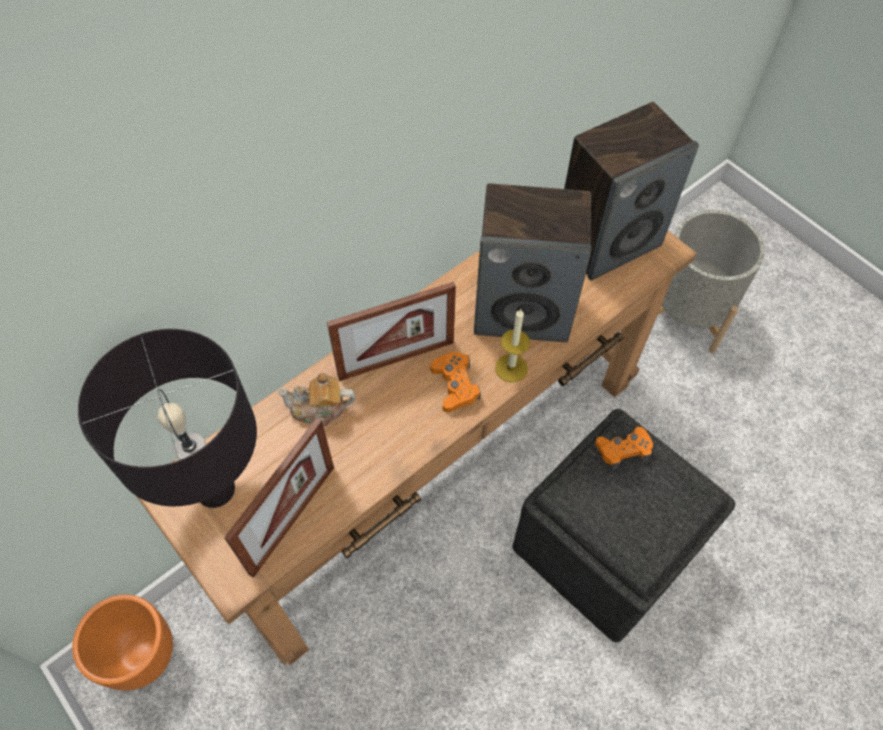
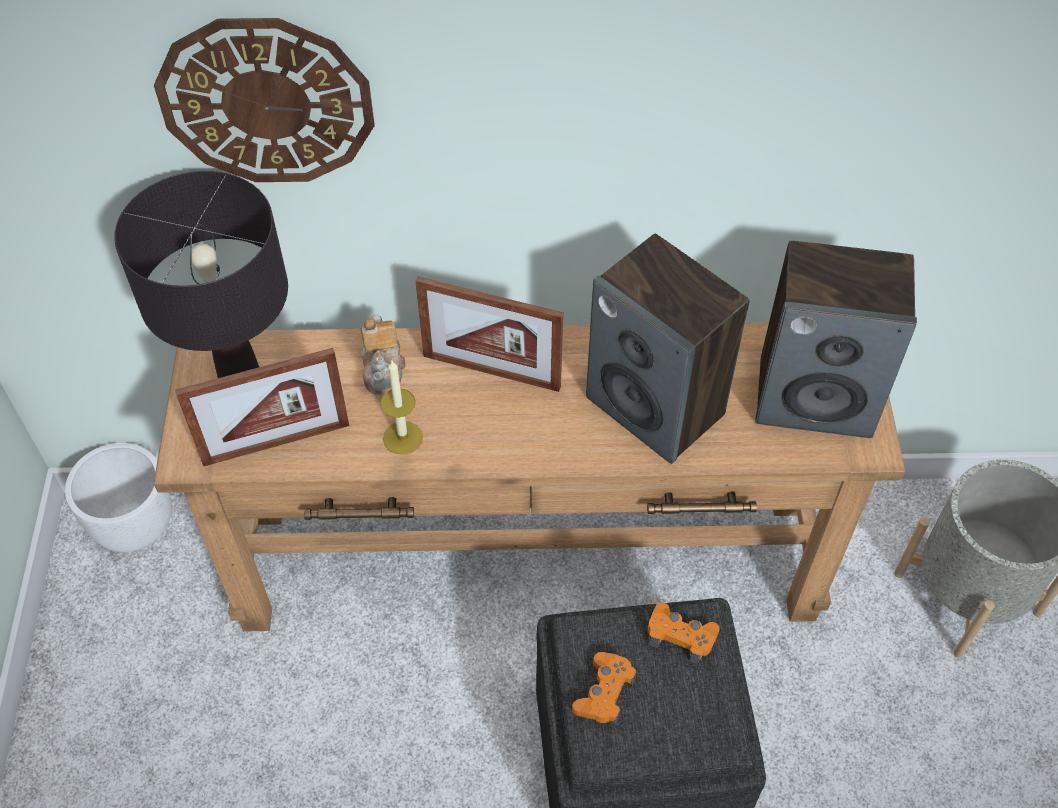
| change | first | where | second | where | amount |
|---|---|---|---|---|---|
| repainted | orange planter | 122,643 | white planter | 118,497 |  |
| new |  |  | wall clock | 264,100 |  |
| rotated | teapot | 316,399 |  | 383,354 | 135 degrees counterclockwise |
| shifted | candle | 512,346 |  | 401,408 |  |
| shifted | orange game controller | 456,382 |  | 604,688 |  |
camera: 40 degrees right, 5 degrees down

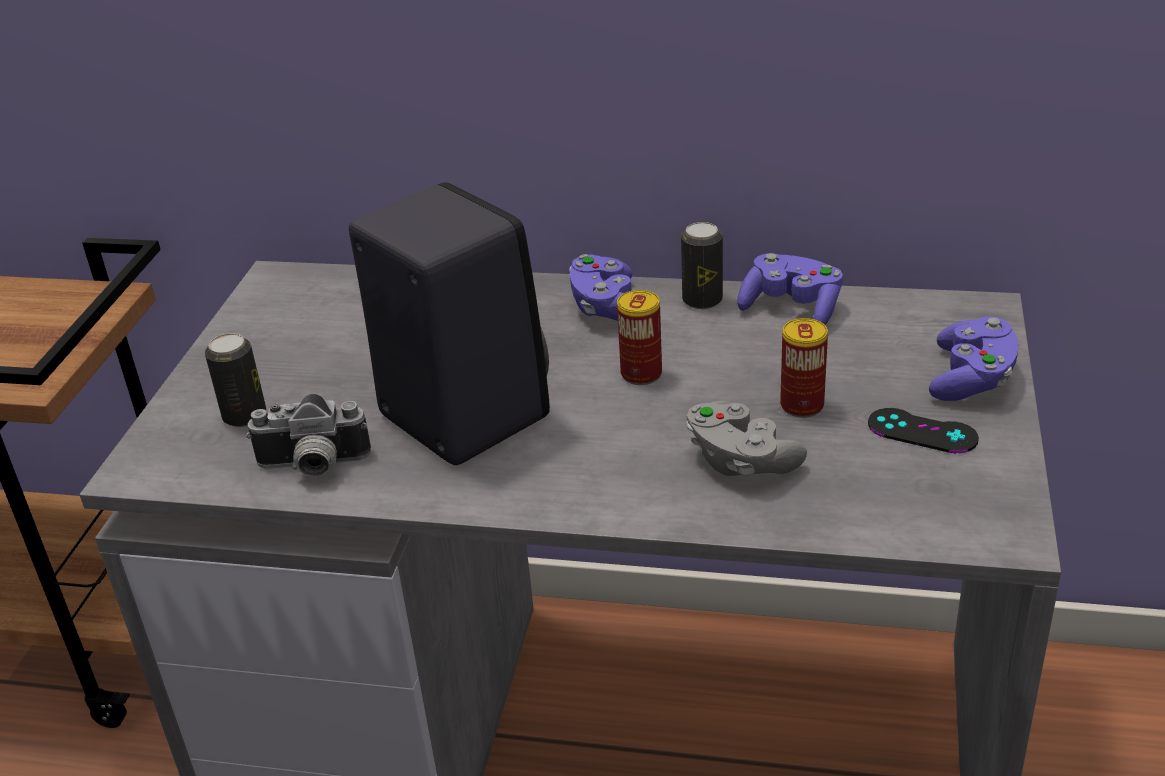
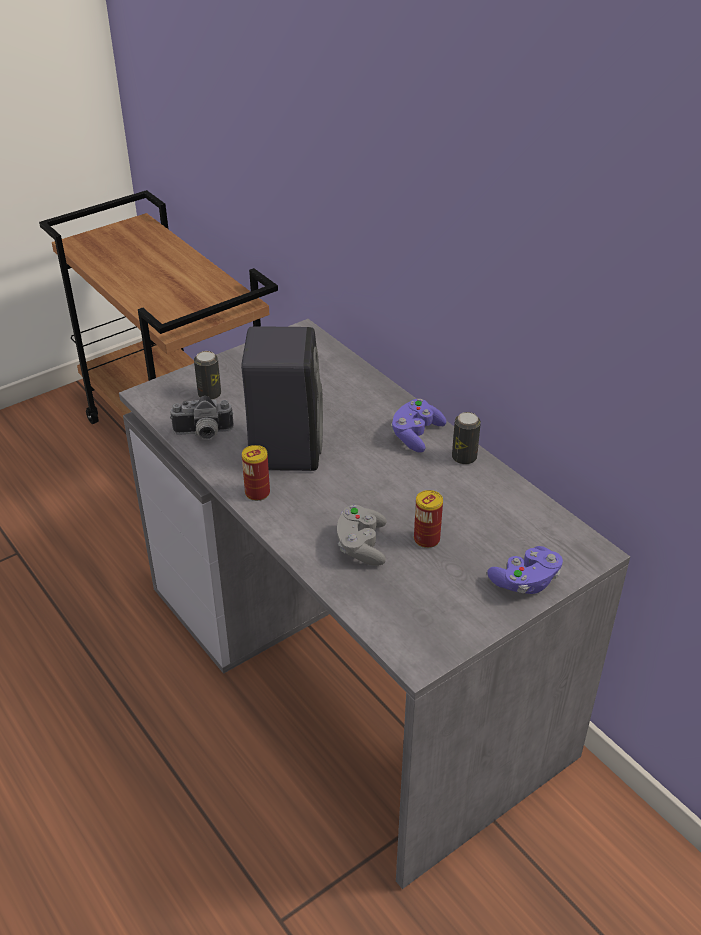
| change | first | where | second | where | amount |
|---|---|---|---|---|---|
| rotated | photo camera | 308,435 |  | 202,418 | 45 degrees counterclockwise |
| shifted | can | 639,337 |  | 256,473 |  |
| gone | purple game controller | 790,289 |  |  |  |
| gone | black game controller | 923,430 |  |  |  |
camera: 40 degrees right, 5 degrees up

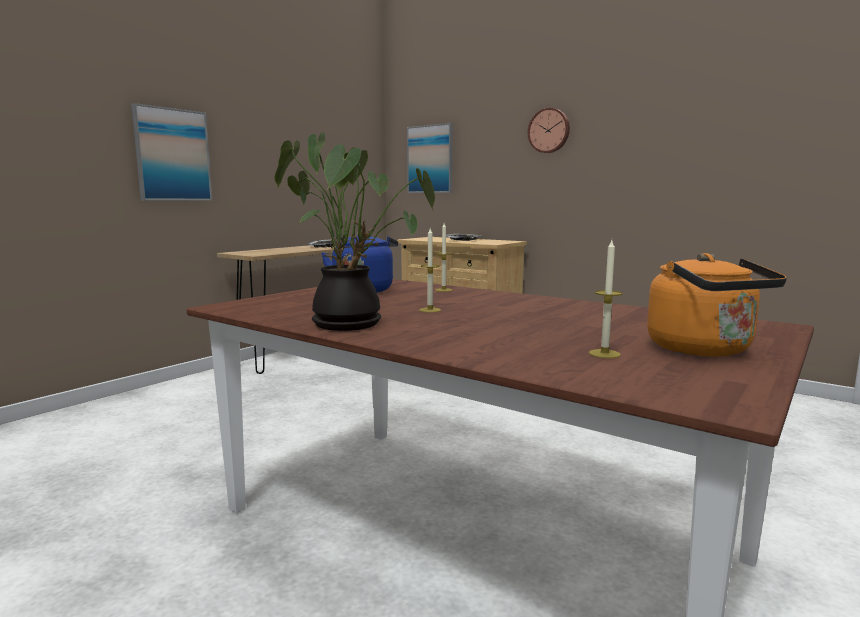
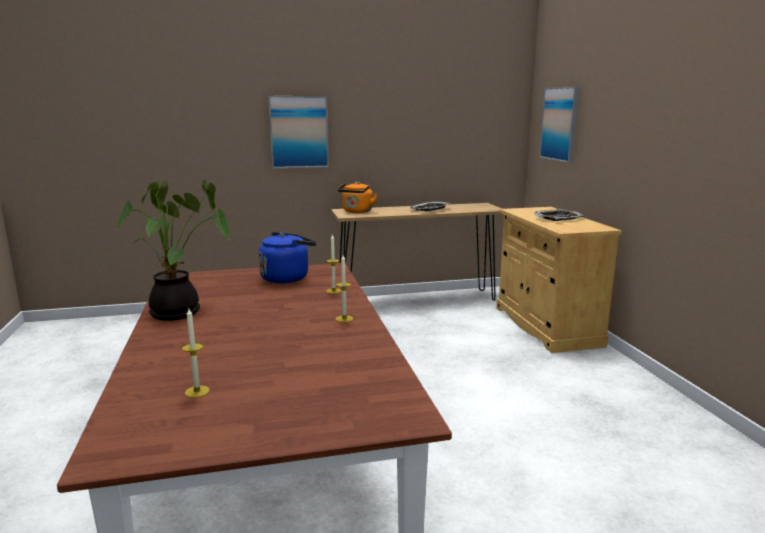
| change | first | where | second | where | amount |
|---|---|---|---|---|---|
| shifted | candle | 430,270 |  | 344,288 |  |
| shifted | orange kettle | 717,305 |  | 358,197 |  |
| gone | wall clock | 549,130 |  |  |  |
camera: 40 degrees right, 5 degrees up

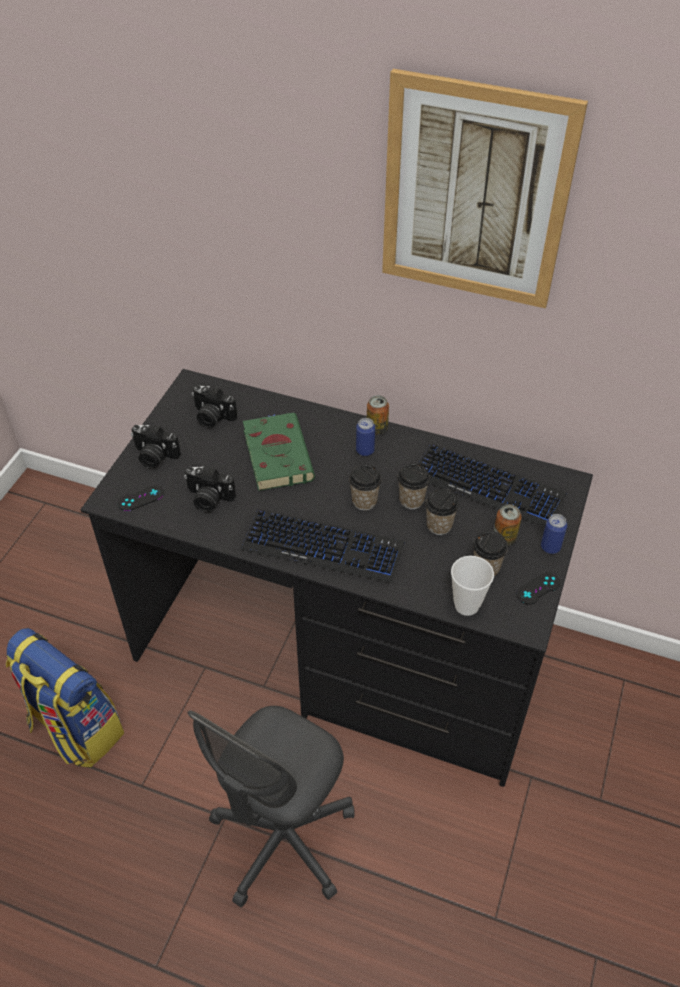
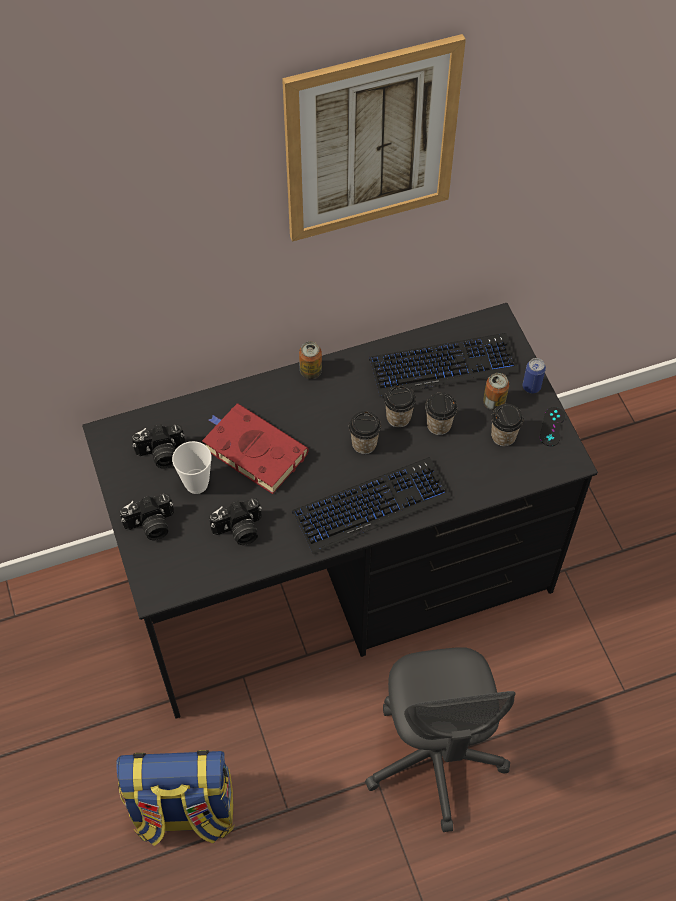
| change | first | where | second | where | amount |
|---|---|---|---|---|---|
| shifted | cup | 472,586 |  | 192,467 |  |
| repainted | green book | 279,452 | red book | 255,448 |  |
| gone | black game controller | 141,498 |  |  |  |
| gone | can | 365,437 |  |  |  |
camera: 40 degrees left, 10 degrees up

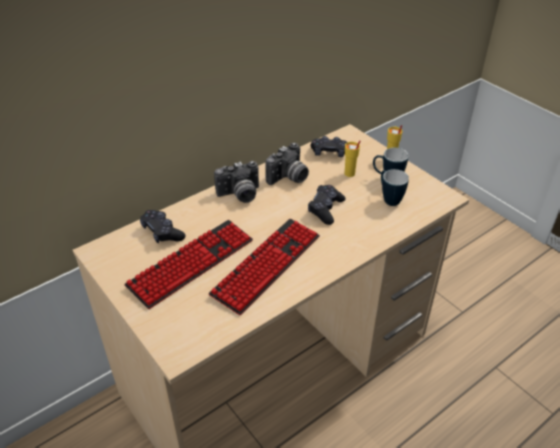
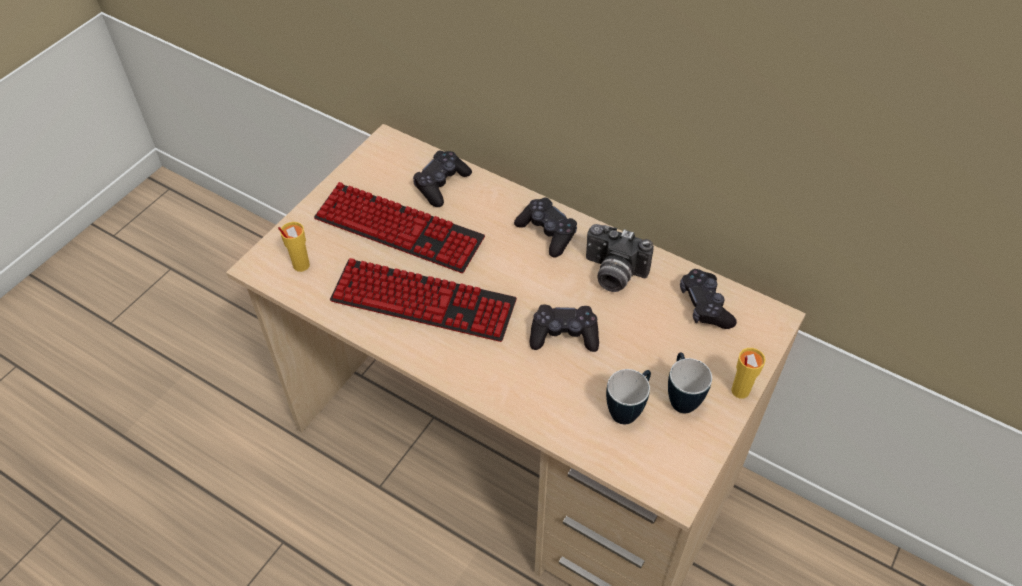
| change | first | where | second | where | amount |
|---|---|---|---|---|---|
| shifted | yellow cup | 353,158 |  | 294,247 |  |
| swapped | photo camera | 236,182 | black game controller | 545,227 |  |
camera: 70 degrees right, 10 degrees up

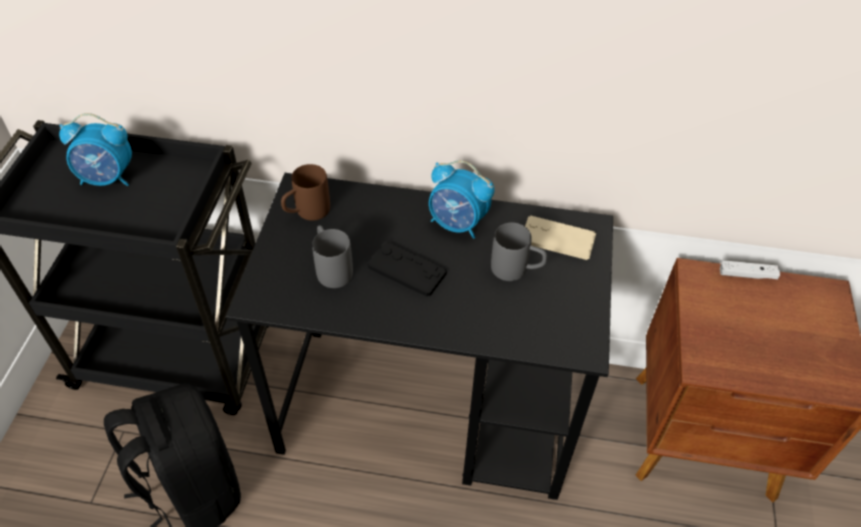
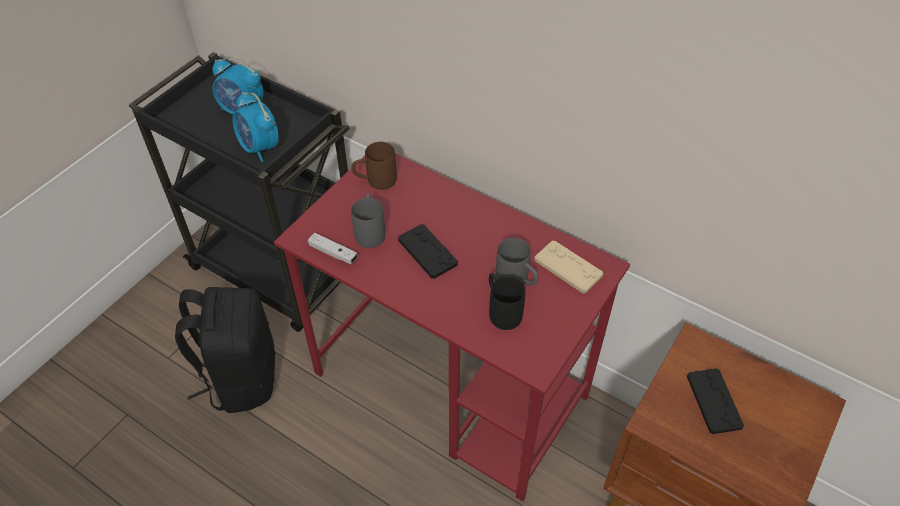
| change | first | where | second | where | amount |
|---|---|---|---|---|---|
| shifted | alarm clock | 461,199 |  | 256,126 |  |
| repainted | black desk | 419,336 | red desk | 452,327 |  |
| shifted | white game controller | 750,269 |  | 332,248 |  |
| new |  |  | black mug | 507,301 |  |
| new |  |  | black game controller | 715,401 |  |
camera: 25 degrees right, 0 degrees up

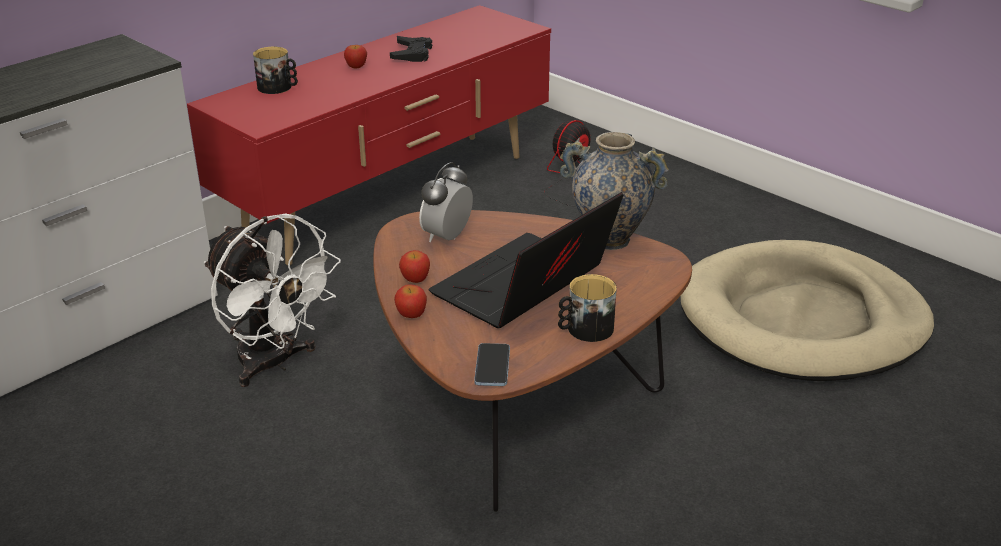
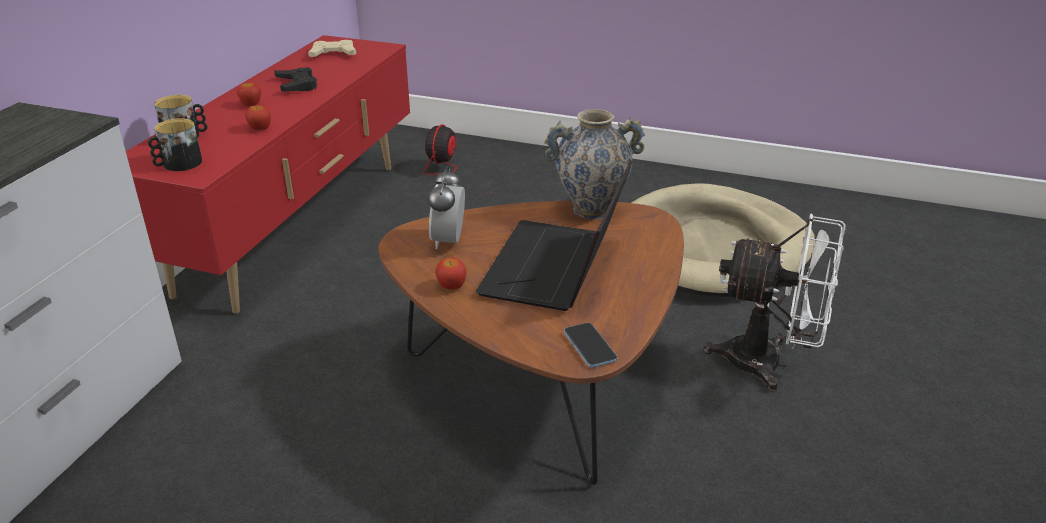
| change | first | where | second | where | amount |
|---|---|---|---|---|---|
| shifted | mug | 587,308 |  | 175,144 |  |
| shifted | apple | 410,301 |  | 258,117 |  |
| new |  |  | beige game controller | 332,48 |  |
| shifted | white fan | 272,300 |  | 774,303 |  |
camera: 25 degrees left, 0 degrees up

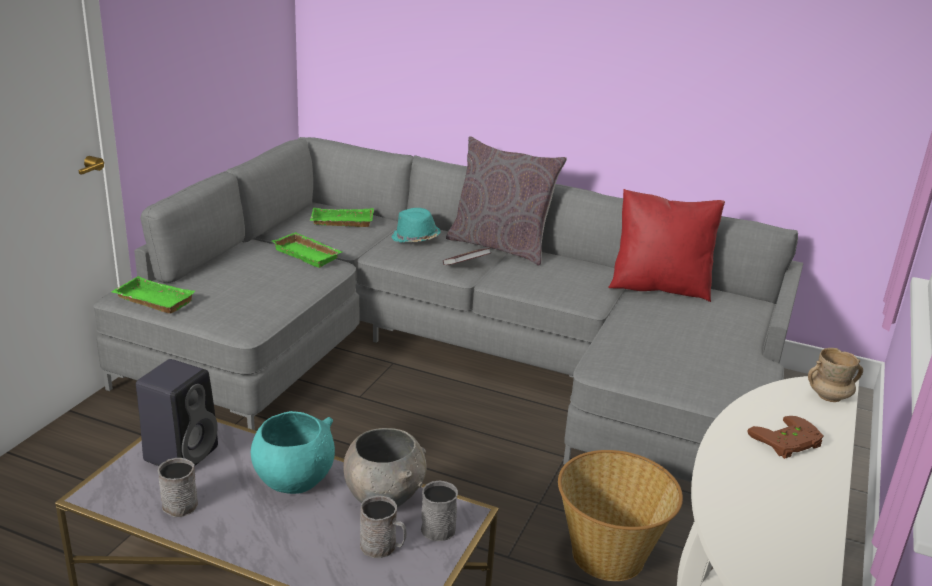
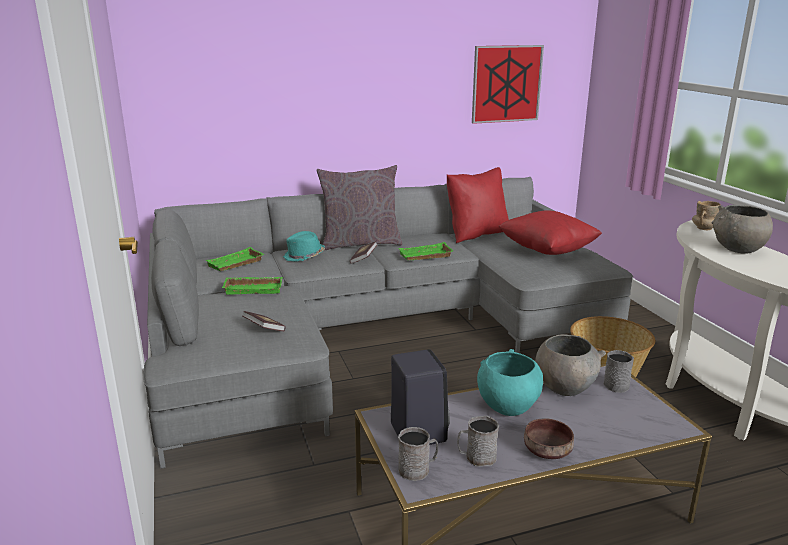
| change | first | where | second | where | amount |
|---|---|---|---|---|---|
| new |  |  | book | 264,321 |  |
| shifted | grey mug | 383,527 |  | 418,454 |  |
| shifted | green tray | 153,294 |  | 426,251 |  |
| new |  |  | picture | 508,84 |  |
| new |  |  | red pillow | 550,232 |  |
| new |  |  | brown bowl | 549,438 |  |
| swapped | brown game controller | 785,437 | grey bowl | 742,229 |  |
camera: 40 degrees left, 5 degrees down

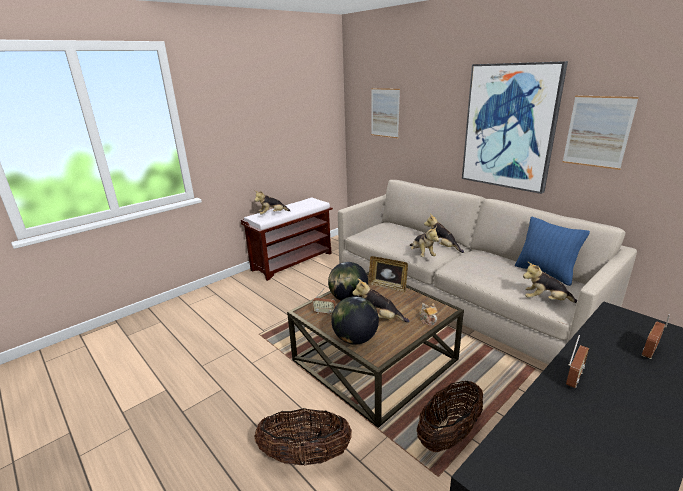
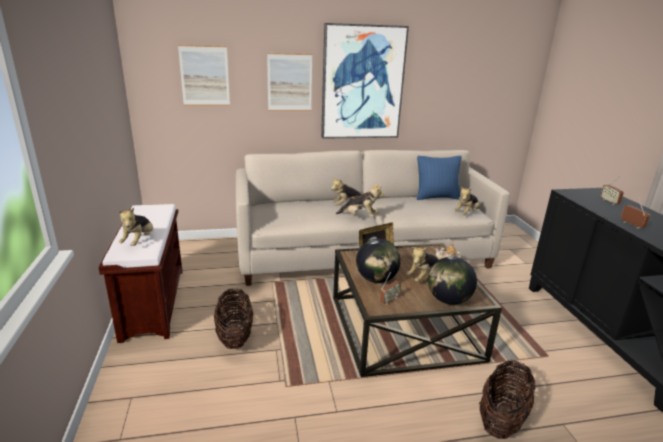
| change | first | where | second | where | amount |
|---|---|---|---|---|---|
| shifted | basket | 450,416 |  | 233,319 |  |
| shifted | picture | 601,132 |  | 289,82 |  |
camera: 60 degrees left, 0 degrees up

